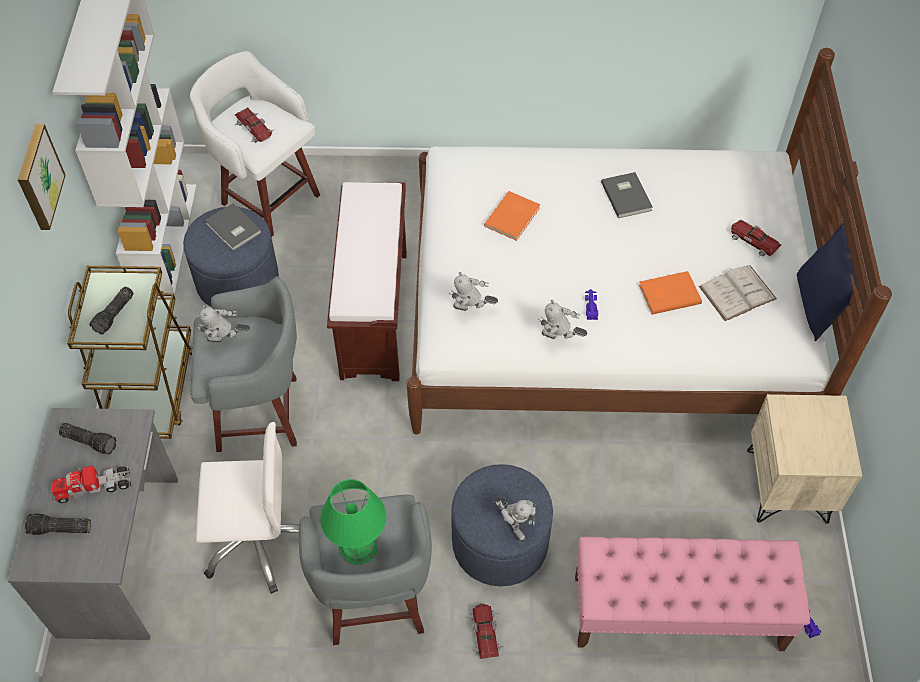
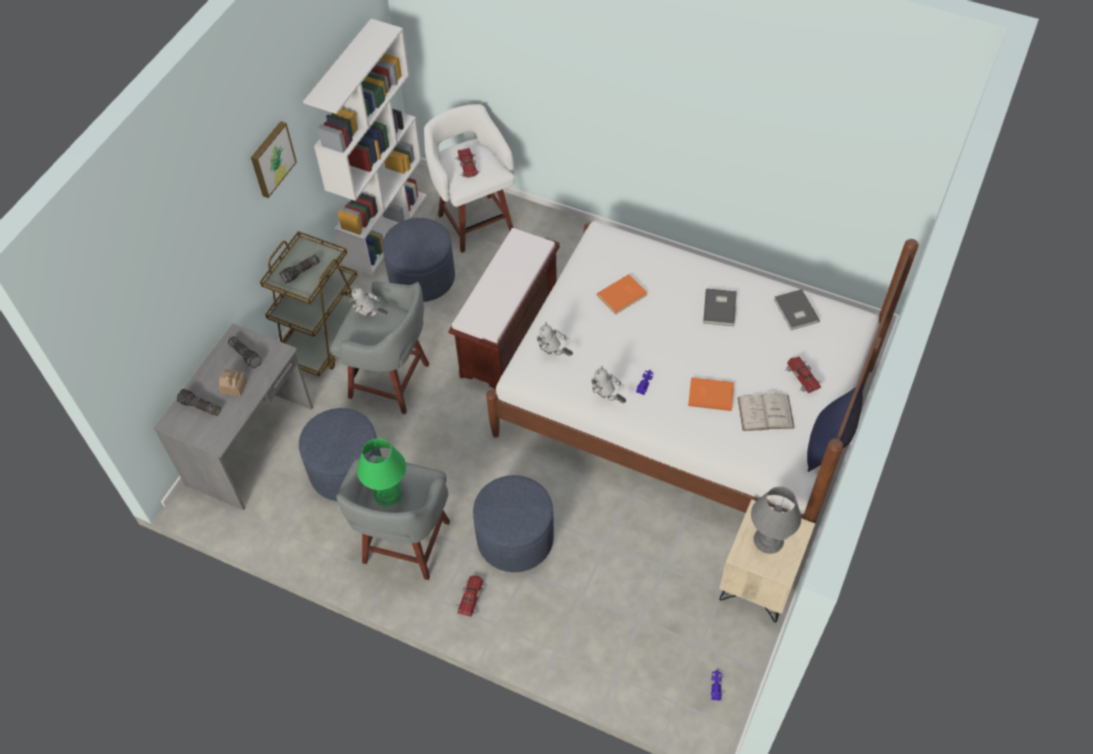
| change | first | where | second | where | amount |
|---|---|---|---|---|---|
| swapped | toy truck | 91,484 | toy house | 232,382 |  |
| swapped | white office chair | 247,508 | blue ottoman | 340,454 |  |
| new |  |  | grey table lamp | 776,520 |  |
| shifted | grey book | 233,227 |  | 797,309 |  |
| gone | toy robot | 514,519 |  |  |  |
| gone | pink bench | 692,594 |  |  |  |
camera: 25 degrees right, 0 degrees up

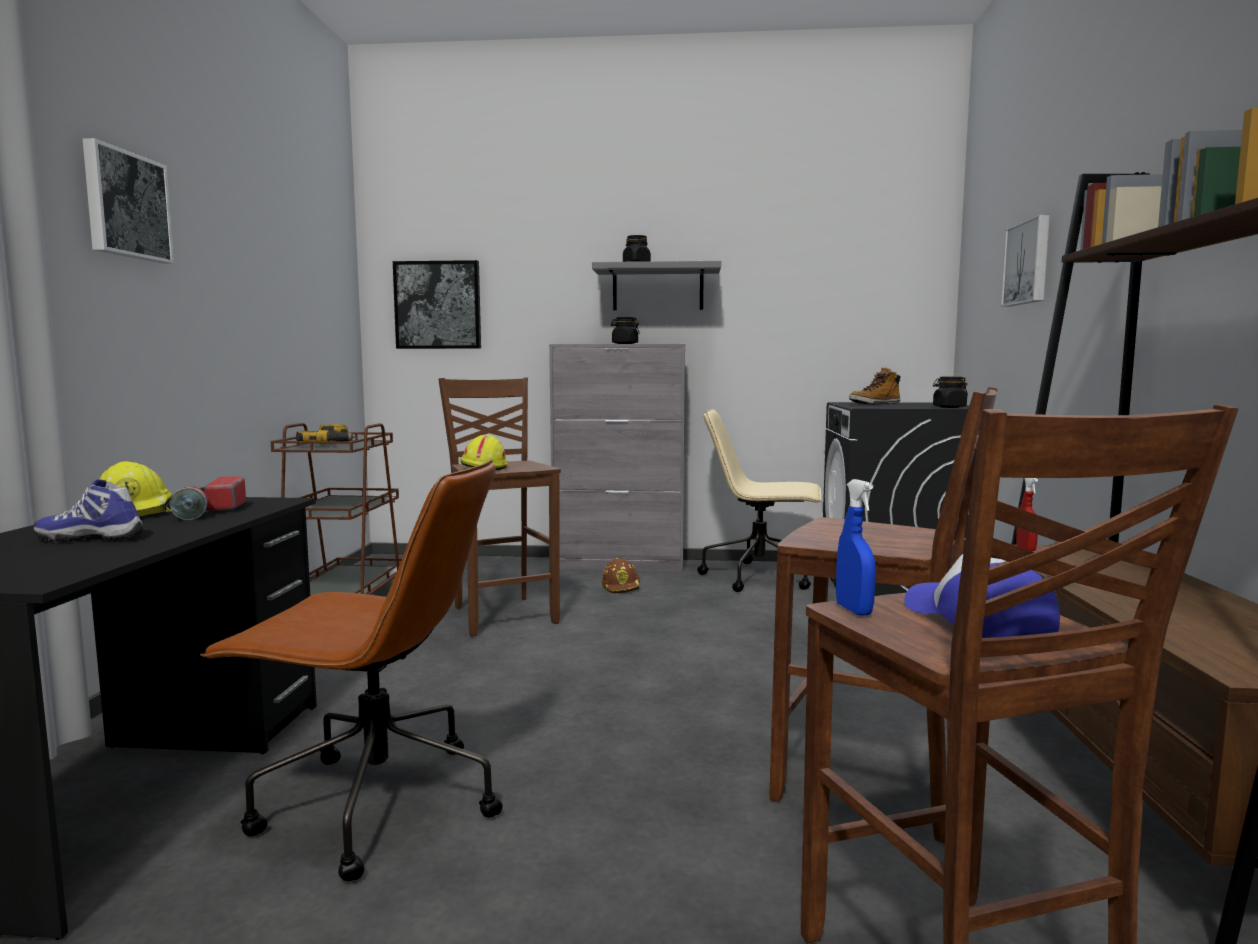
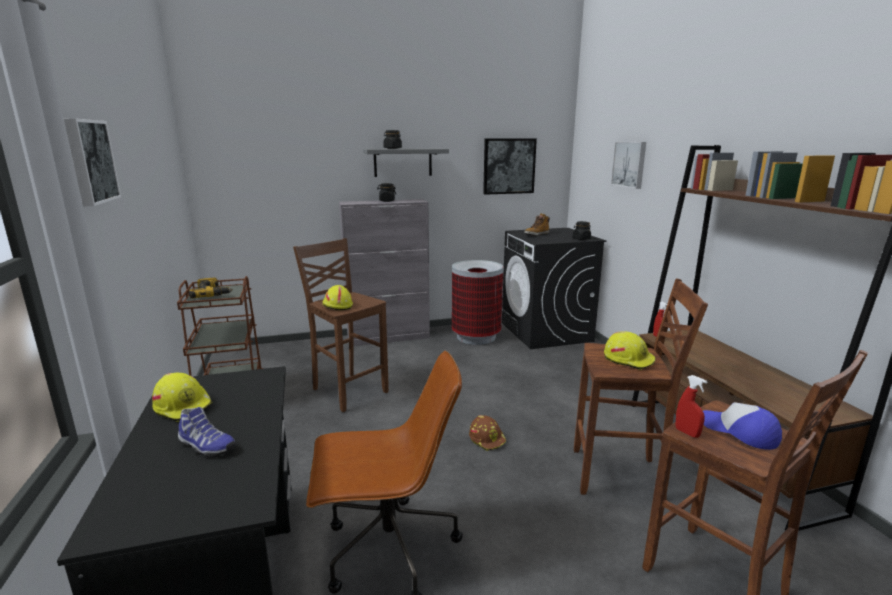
| change | first | where | second | where | amount |
|---|---|---|---|---|---|
| rotated | shoe | 89,511 |  | 207,432 | 135 degrees counterclockwise |
| swapped | beige office chair | 759,500 | trash can | 478,302 |  |
| shifted | brown hard hat | 621,575 |  | 488,433 |  |
| shifted | picture | 437,304 |  | 510,166 |  |
| new |  |  | yellow hard hat | 630,351 |  |
| repainted | blue spray bottle | 856,547 | red spray bottle | 691,406 |  |
| gone | flashlight | 208,498 |  |  |  |
camera: 20 degrees left, 10 degrees up

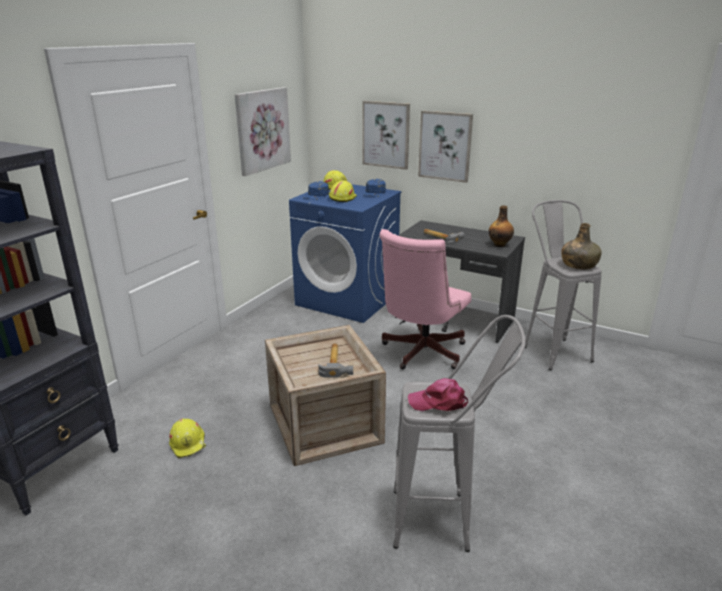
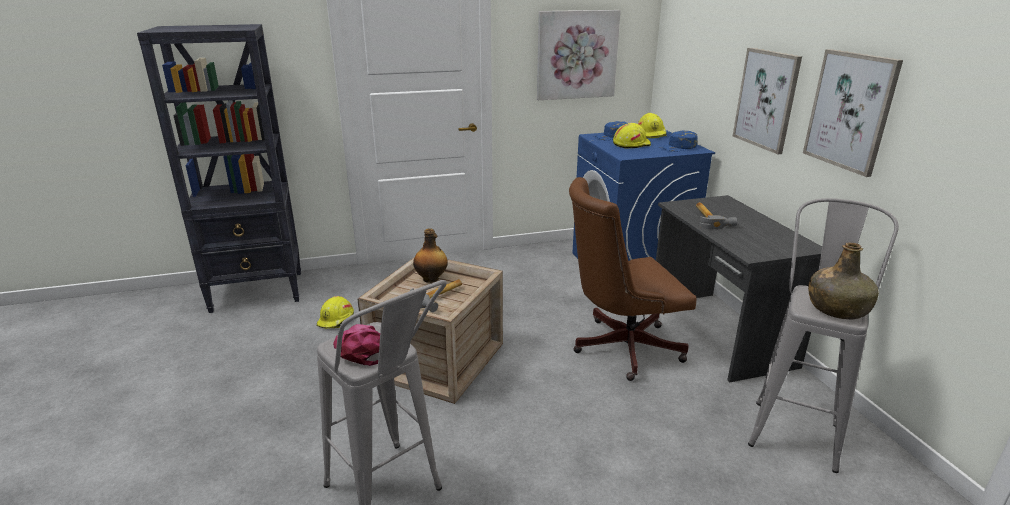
| change | first | where | second | where | amount |
|---|---|---|---|---|---|
| shifted | bottle | 501,226 |  | 430,255 |  |
| repainted | pink office chair | 425,299 | brown office chair | 633,279 |  |
| shifted | picture | 386,135 |  | 853,113 |  |
camera: 45 degrees right, 0 degrees up

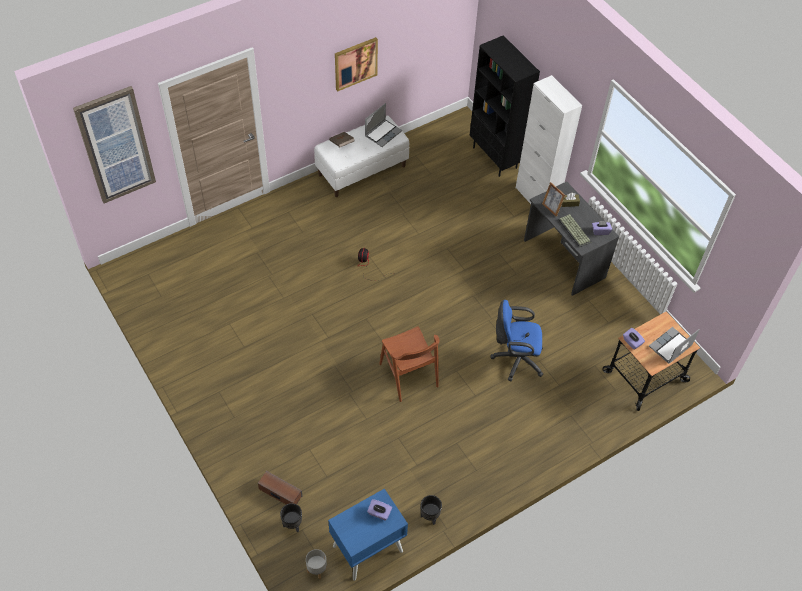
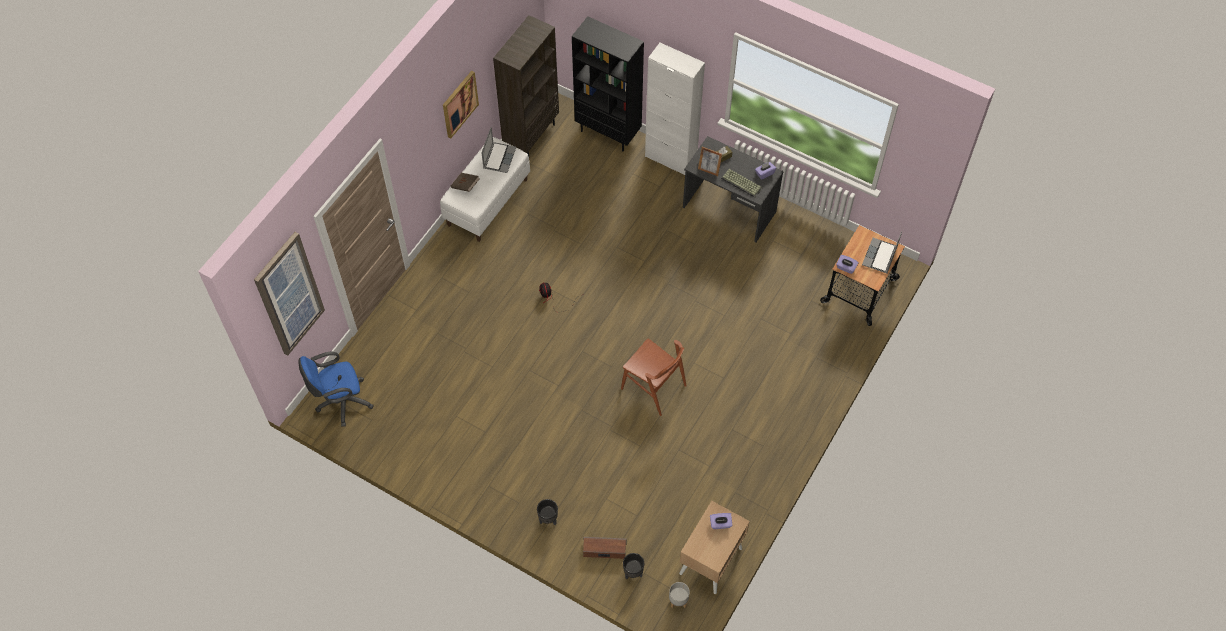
| change | first | where | second | where | amount |
|---|---|---|---|---|---|
| shifted | blue office chair | 517,340 |  | 336,389 |  |
| new |  |  | brown bookcase | 526,85 |  |
| shifted | black planter | 431,510 |  | 547,512 |  |
| repainted | blue nightstand | 368,534 | beige nightstand | 714,547 |  |
camera: 25 degrees left, 5 degrees up

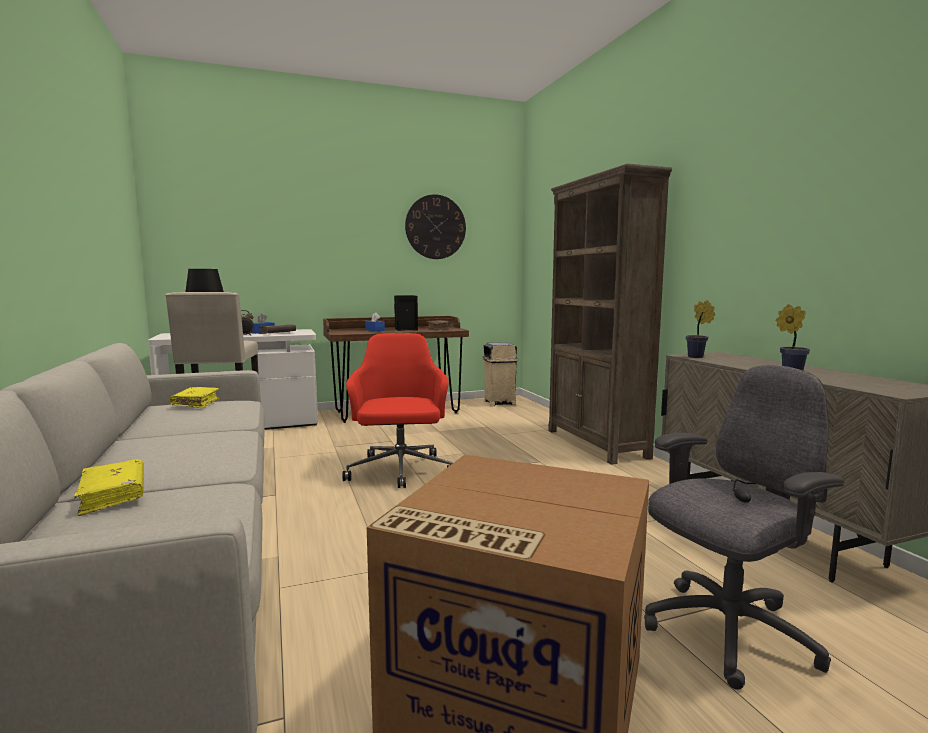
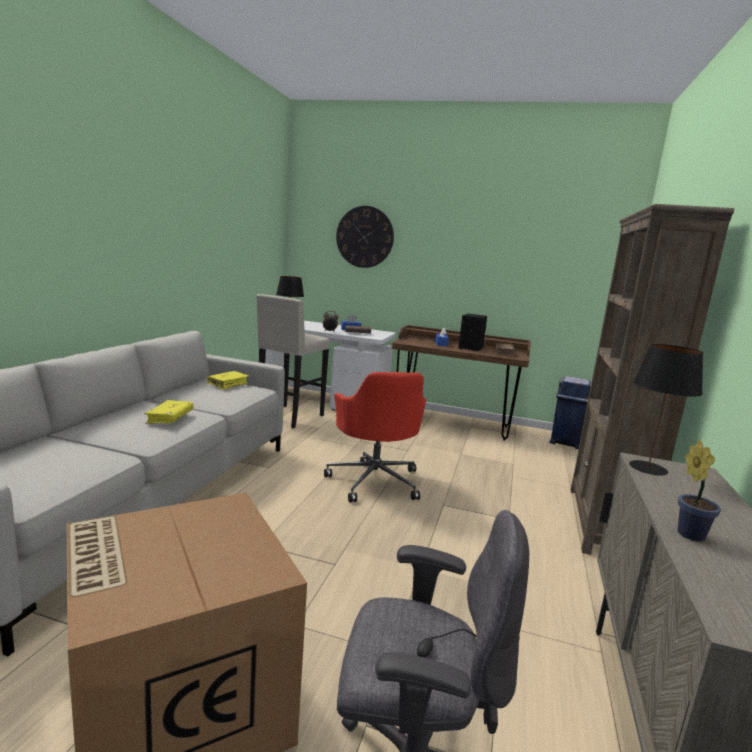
| change | first | where | second | where | amount |
|---|---|---|---|---|---|
| shifted | yellow book | 109,487 |  | 169,412 |  |
| rotated | red office chair | 397,410 |  | 375,437 | 135 degrees clockwise |
| shifted | wall clock | 435,226 |  | 365,237 |  |
| repainted | beige trash can | 500,374 | blue trash can | 571,412 |  |
| swapped | potted plant | 700,329 | black table lamp | 666,409 |  |
camera: 35 degrees right, 5 degrees up

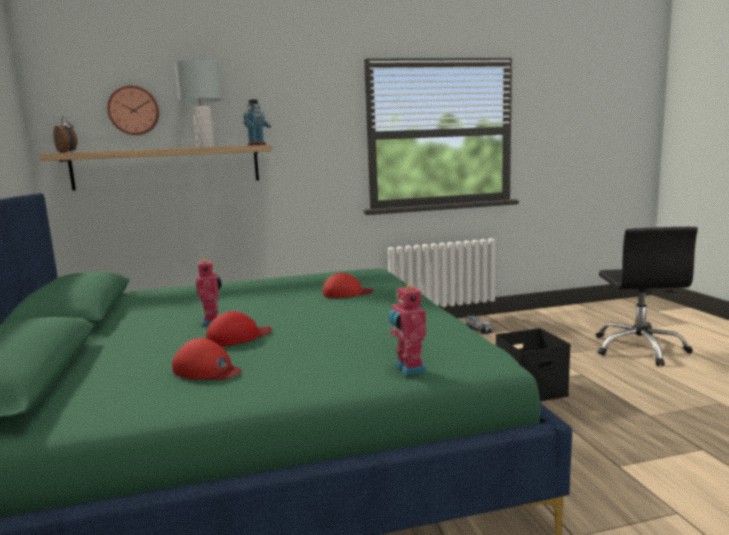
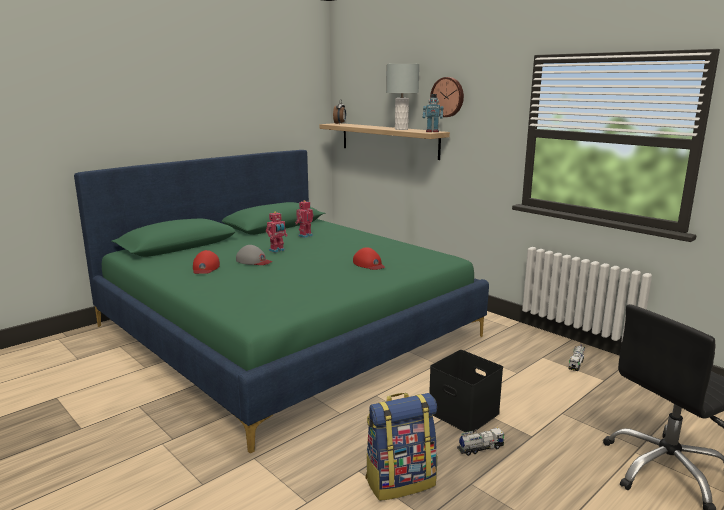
| change | first | where | second | where | amount |
|---|---|---|---|---|---|
| repainted | red cap | 239,329 | grey cap | 254,255 |  |
| shifted | toy robot | 407,329 |  | 304,219 |  |
| new |  |  | backpack | 401,447 |  |
| shifted | wall clock | 133,110 |  | 447,97 |  |
| new |  |  | toy truck | 481,442 |  |
camera: 60 degrees right, 5 degrees up

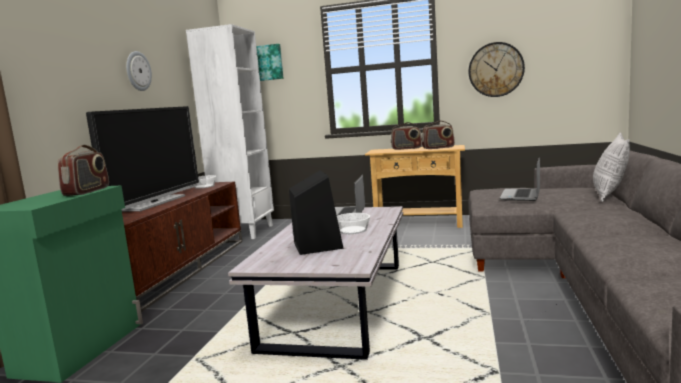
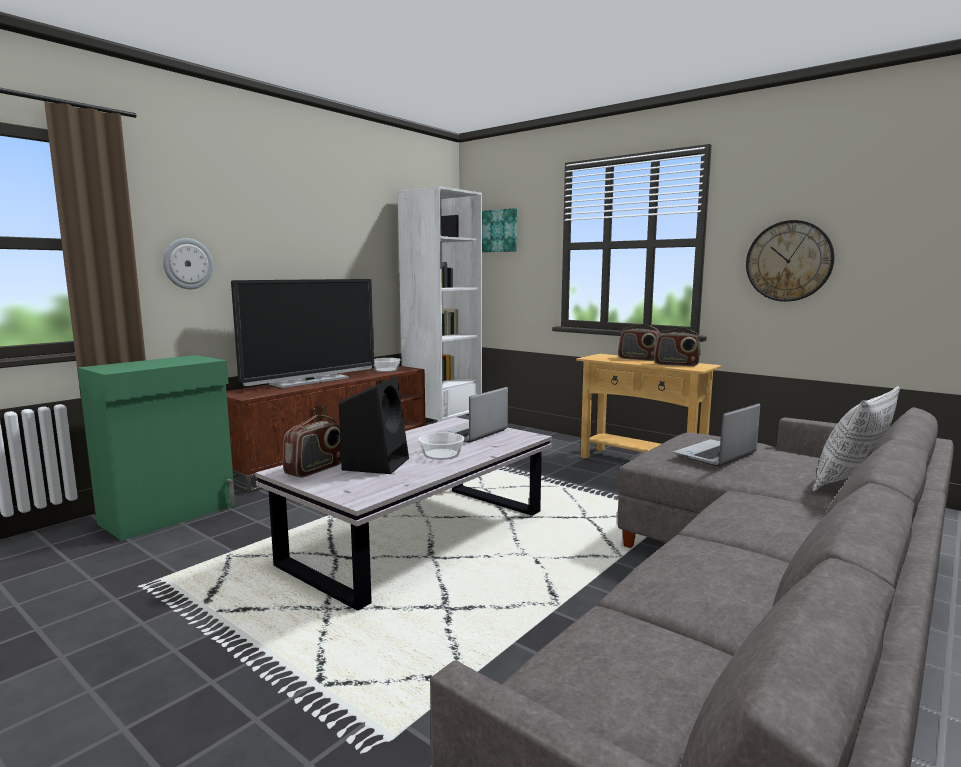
| change | first | where | second | where | amount |
|---|---|---|---|---|---|
| shifted | wall clock | 139,71 |  | 188,263 |  |
| shifted | radio | 83,170 |  | 312,446 |  |
camera: 25 degrees right, 0 degrees up

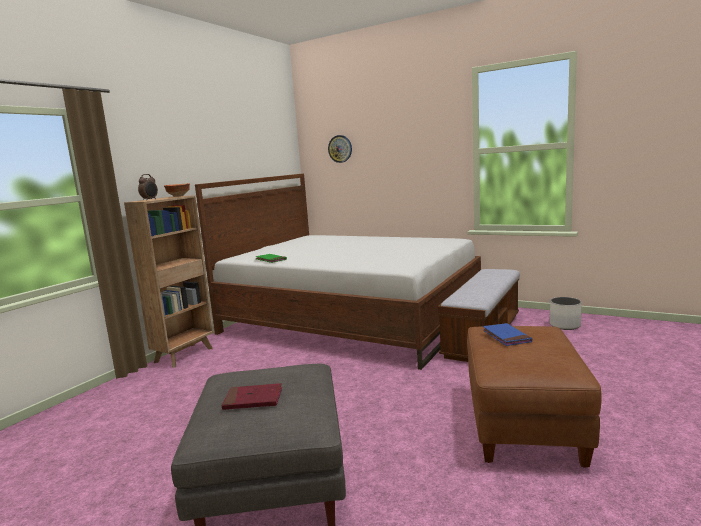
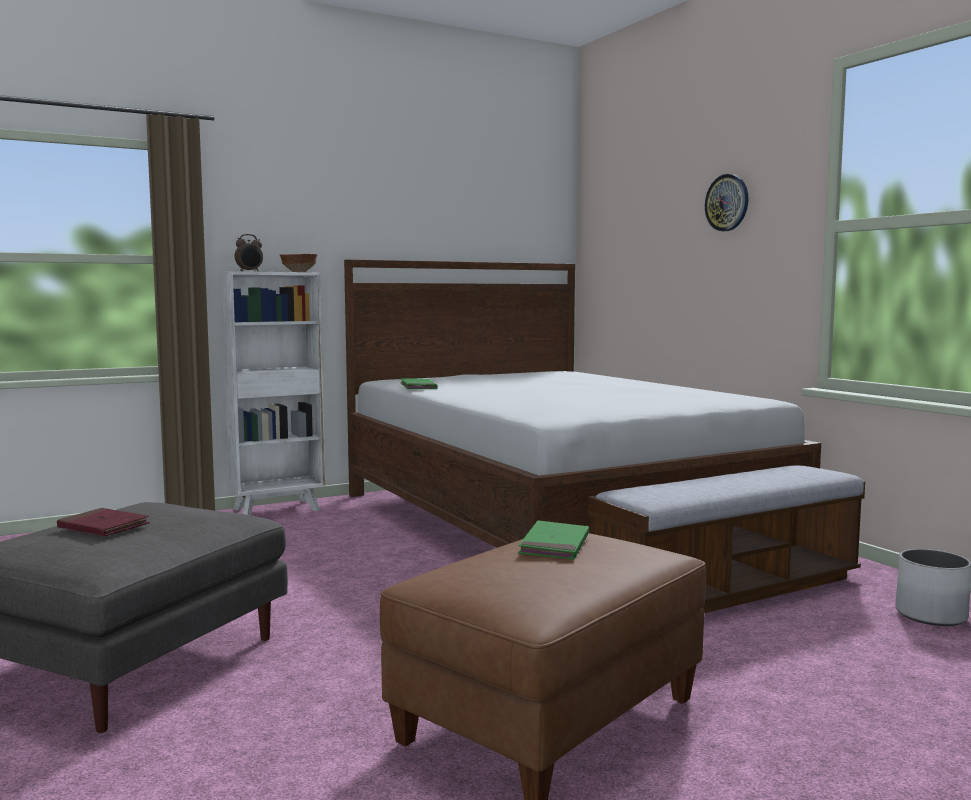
| change | first | where | second | where | amount |
|---|---|---|---|---|---|
| repainted | brown bookcase | 169,281 | white bookcase | 272,393 |  |
| repainted | blue book | 507,334 | green book | 553,540 |  |
| shifted | wall clock | 340,149 |  | 727,202 |  |
camera: 30 degrees right, 5 degrees down

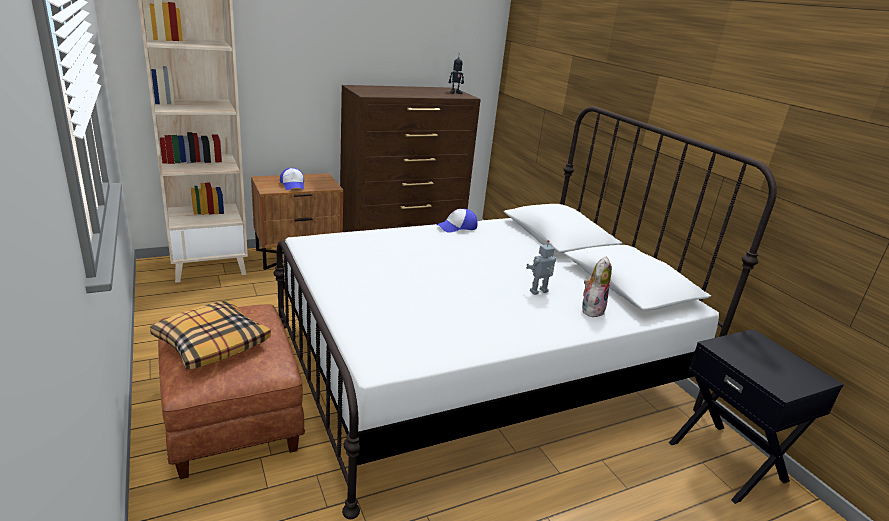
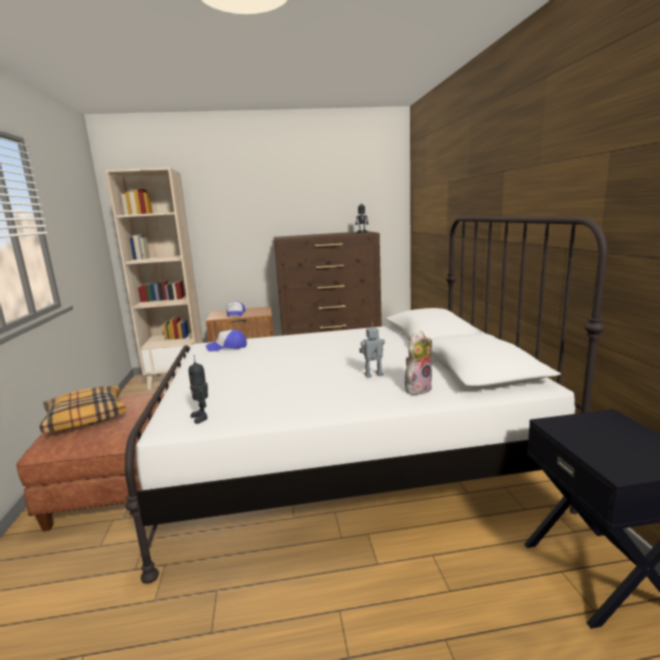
| change | first | where | second | where | amount |
|---|---|---|---|---|---|
| new |  |  | toy robot | 198,389 |  |
| shifted | cap | 457,221 |  | 226,340 |  |
camera: 20 degrees right, 10 degrees down

